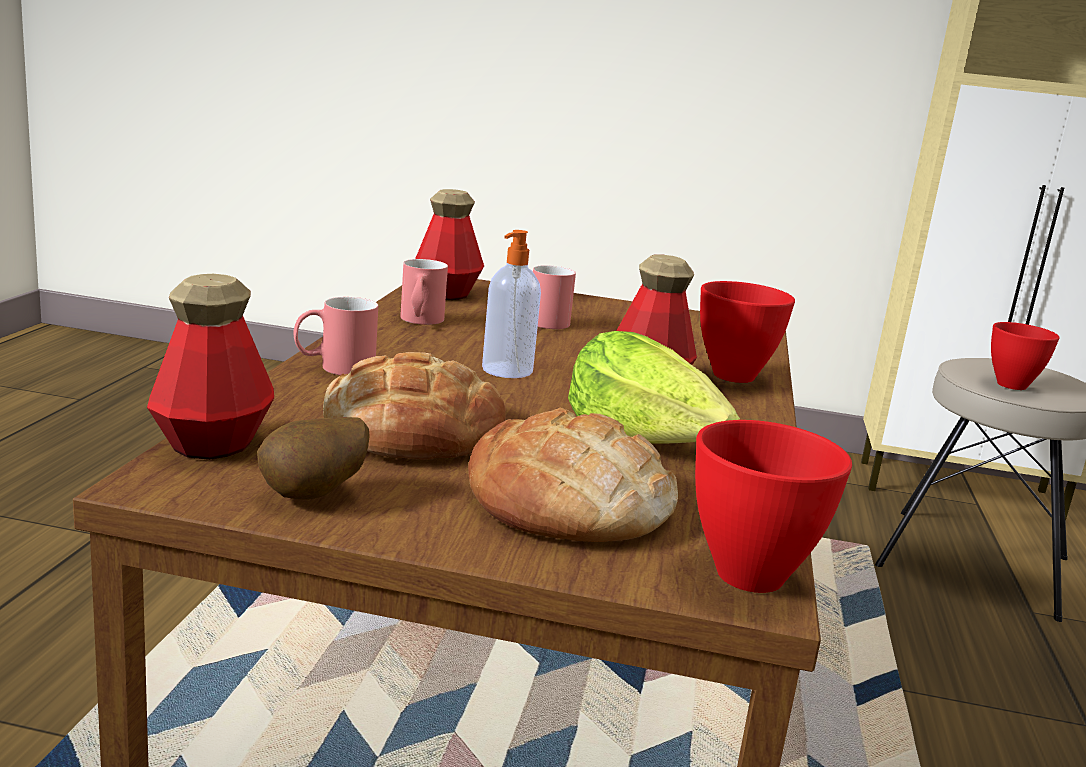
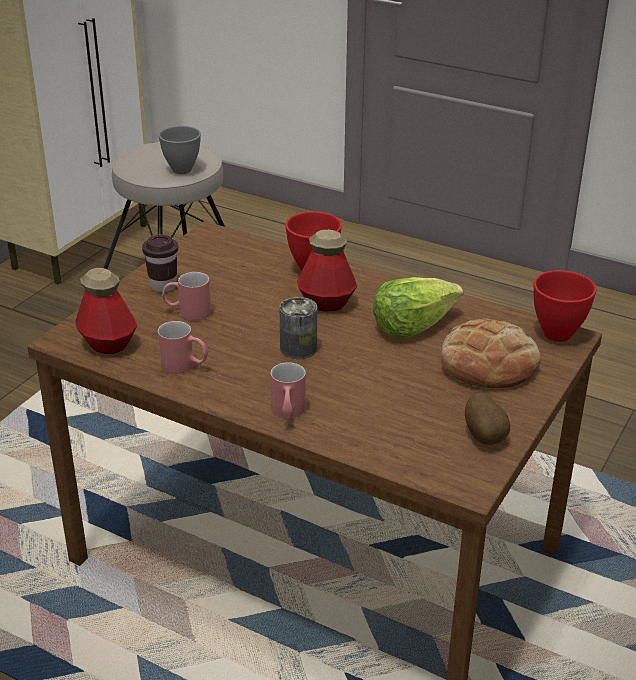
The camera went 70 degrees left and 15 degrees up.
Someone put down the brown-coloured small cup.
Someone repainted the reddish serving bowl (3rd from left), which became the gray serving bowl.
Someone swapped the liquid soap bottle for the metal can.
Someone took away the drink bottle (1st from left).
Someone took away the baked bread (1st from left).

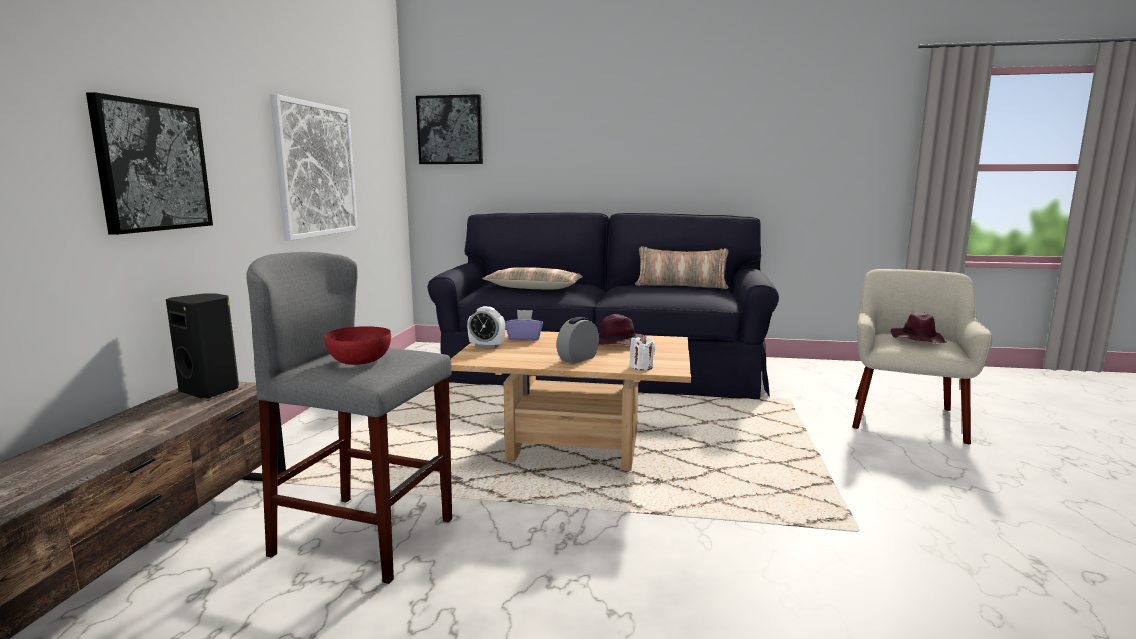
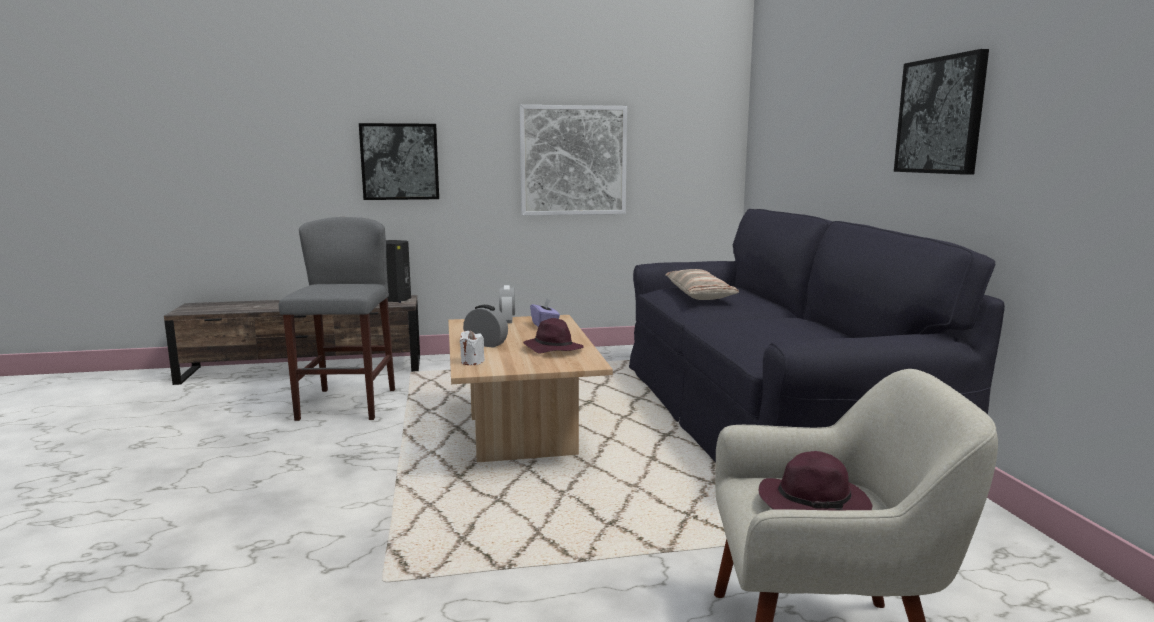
The camera went 70 degrees right and 0 degrees up.
Someone carried the wall picture (3rd from left).
Someone took away the reddish serving bowl.
Someone took away the pillow (2nd from left).

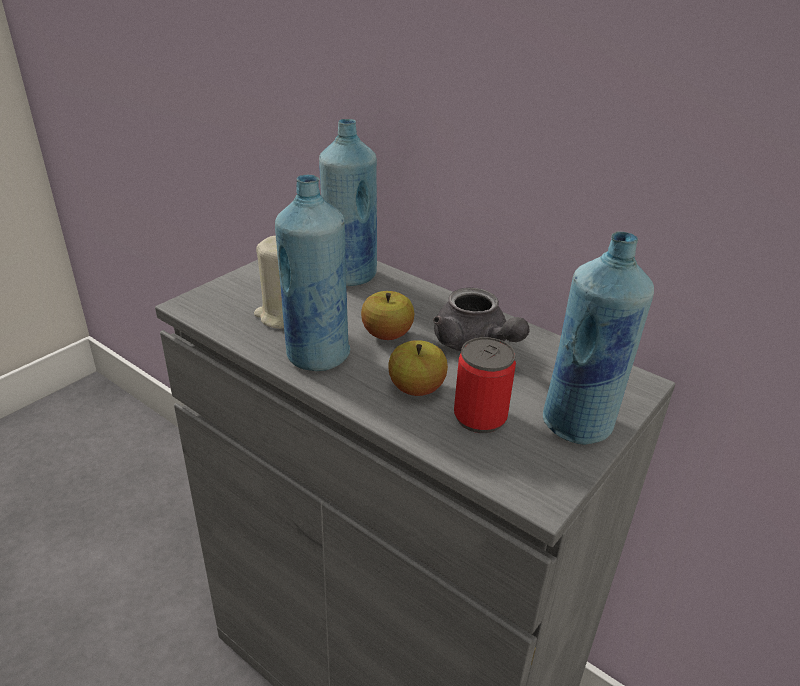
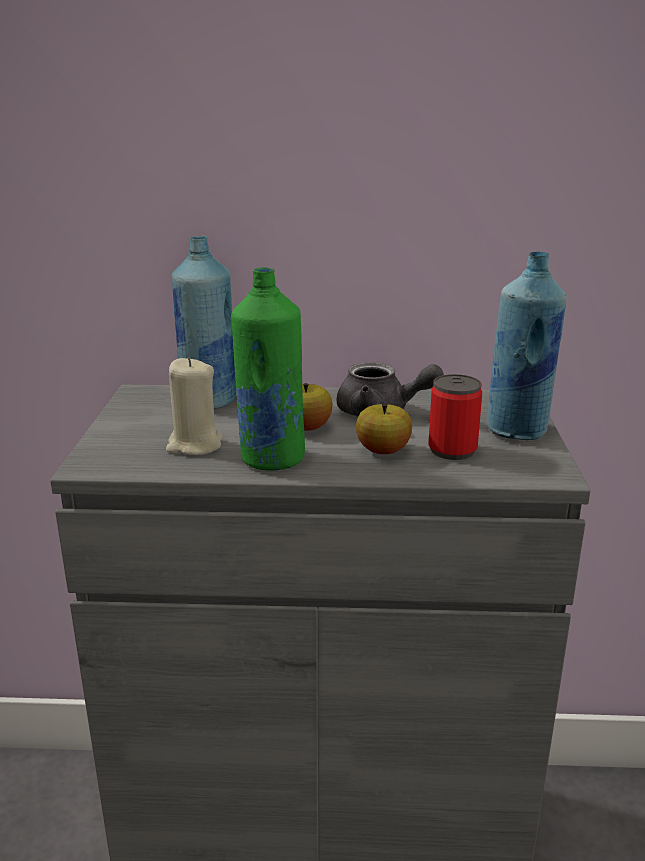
The camera went 35 degrees left and 10 degrees down.
Someone repainted the blue-coloured drink bottle (1st from left), which became the green drink bottle.

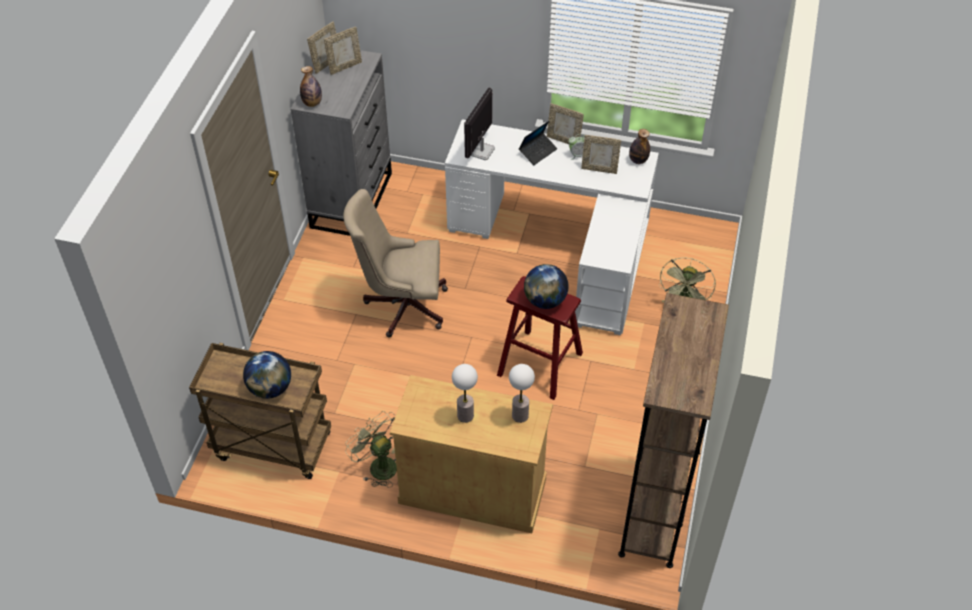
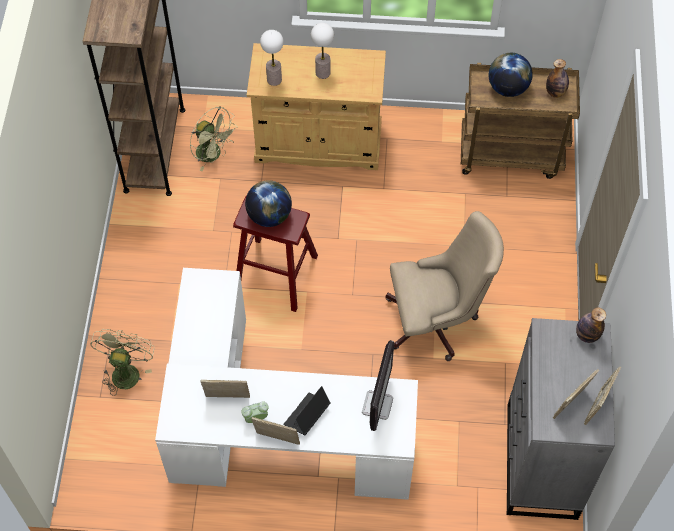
The camera went 170 degrees right and 10 degrees up.
Someone carried the green fan (1st from left in the first image).
Someone carried the drink bottle (2nd from left in the first image).

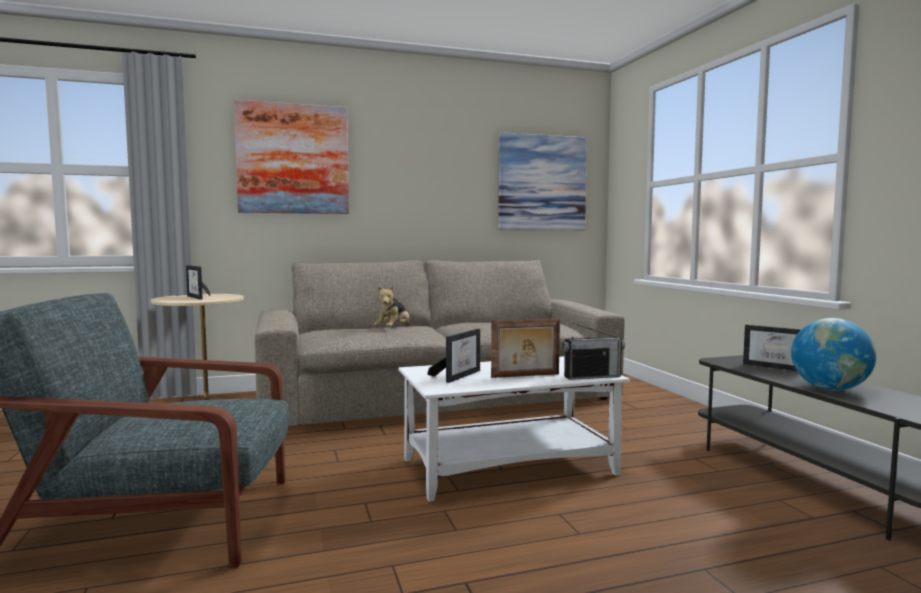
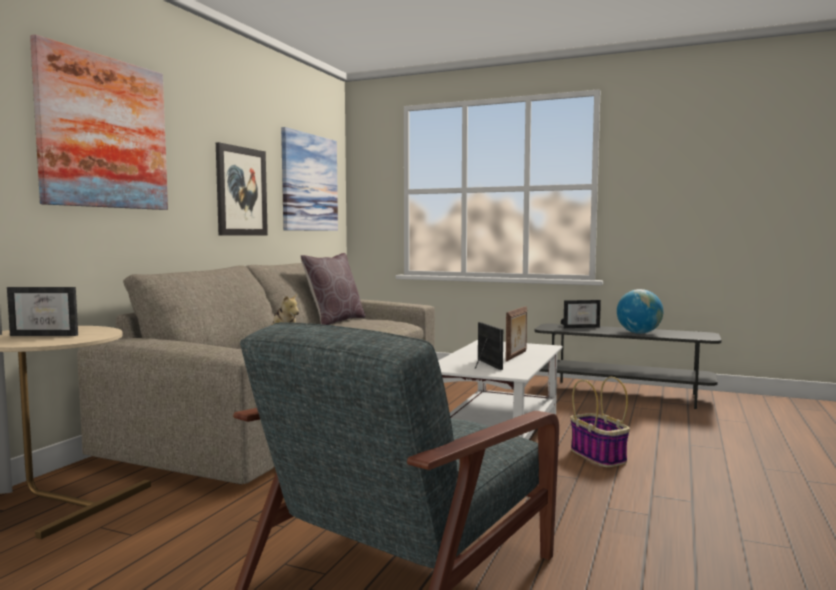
The camera went 50 degrees left and 0 degrees up.
Someone put up the wall picture (2nd from left).
Someone put down the brown-coloured pillow.
Someone put down the household basket.
Someone took away the radio.

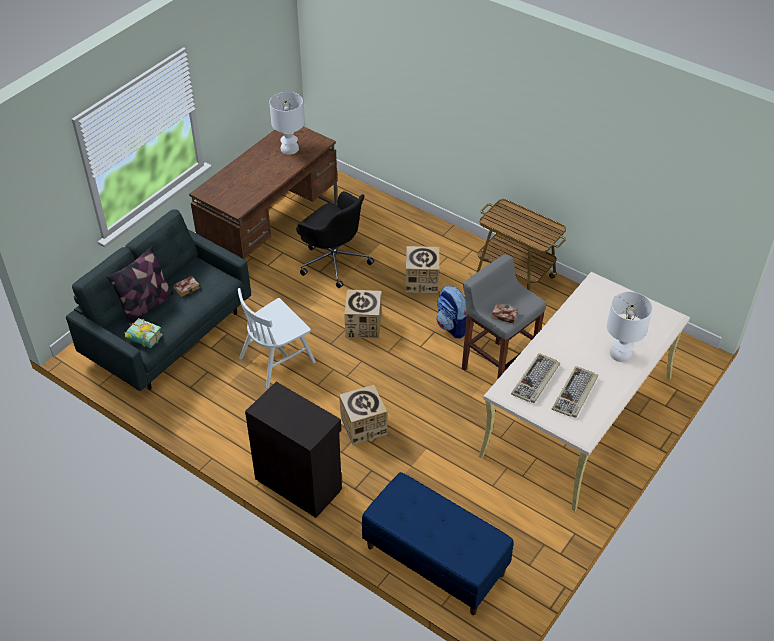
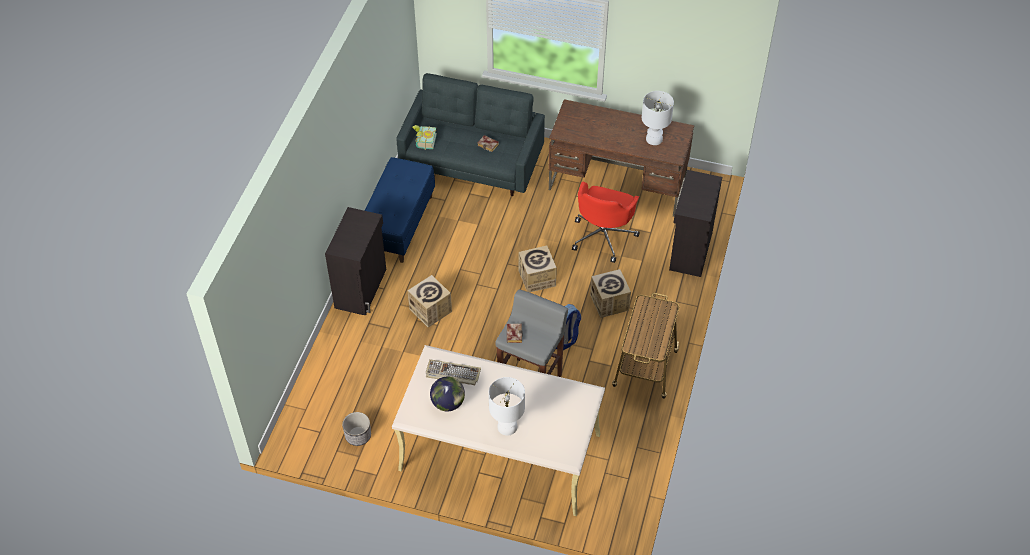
The camera went 70 degrees right and 5 degrees up.
Someone put down the flower pot.
Someone carried the blue-coloured long seat.
Someone swapped the keyboard (2nd from left) for the world globe.
Someone repainted the black-coloured office chair, which became the reddish office chair.
Someone put down the black-coloured cabinet (2nd from left).
Someone took away the pillow.
Someone took away the whitish chair.

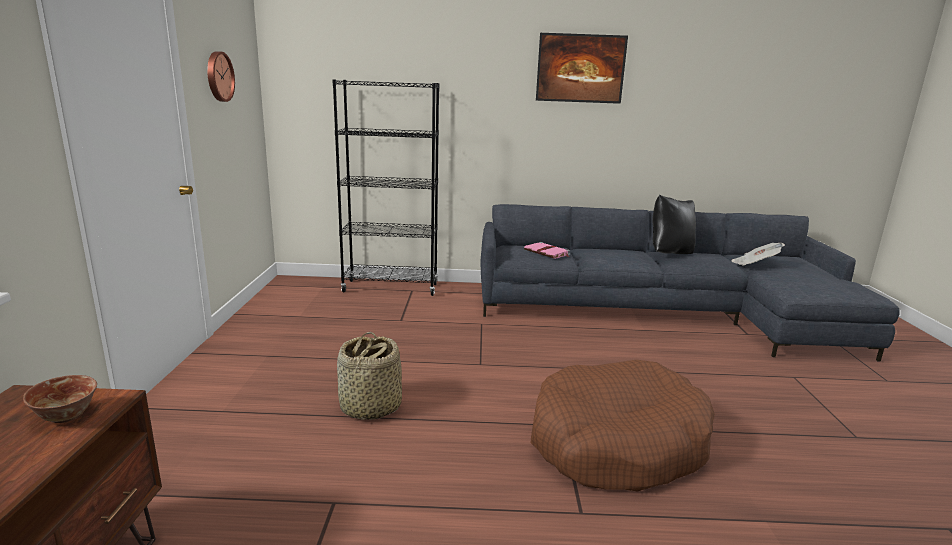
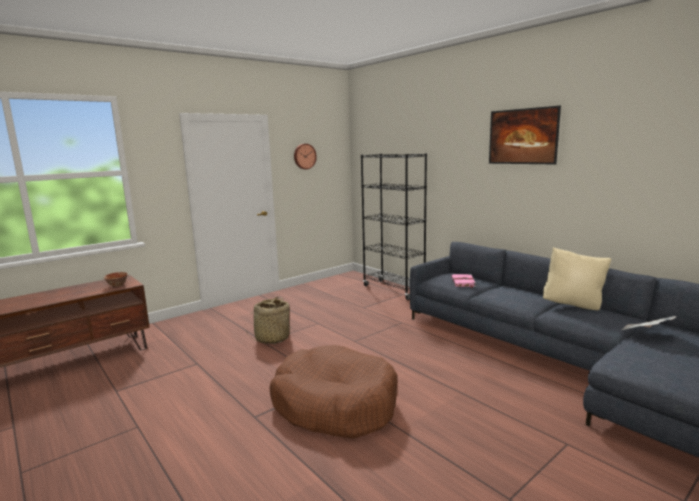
The camera went 50 degrees right and 5 degrees down.
Someone repainted the black-coloured pillow, which became the beige-coloured pillow.

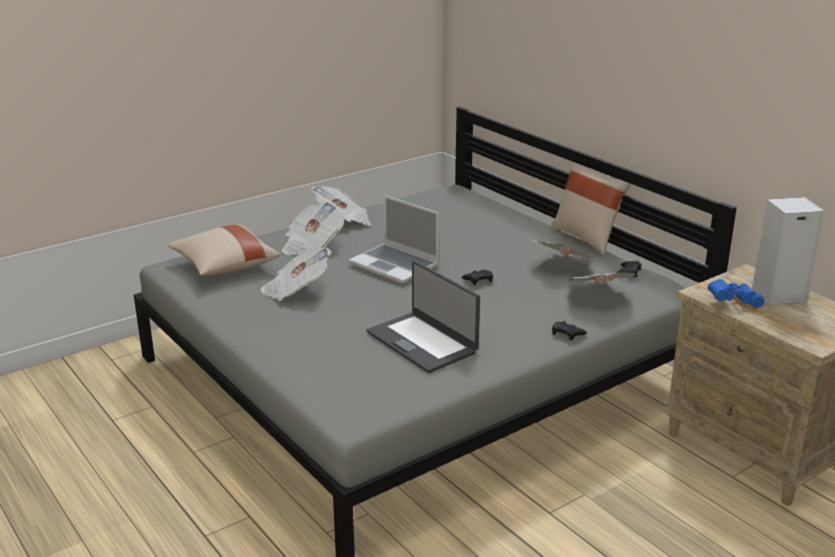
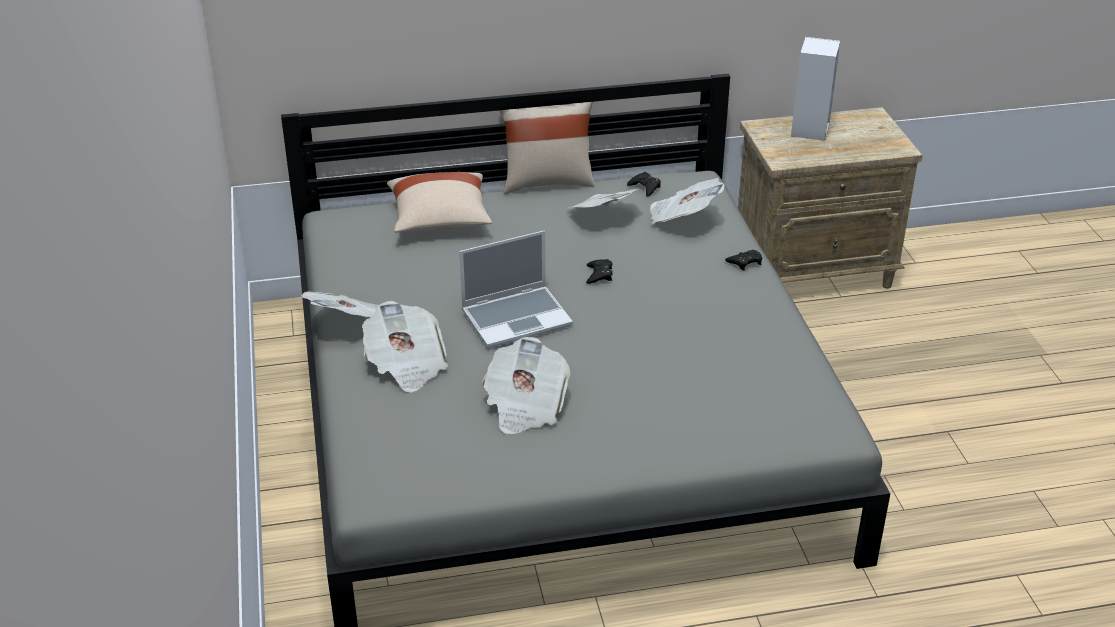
The camera went 65 degrees left and 10 degrees up.
Someone carried the beige-coloured pillow (1st from left).
Someone took away the notebook computer (2nd from left).
Someone took away the blue-coloured pair of binoculars.

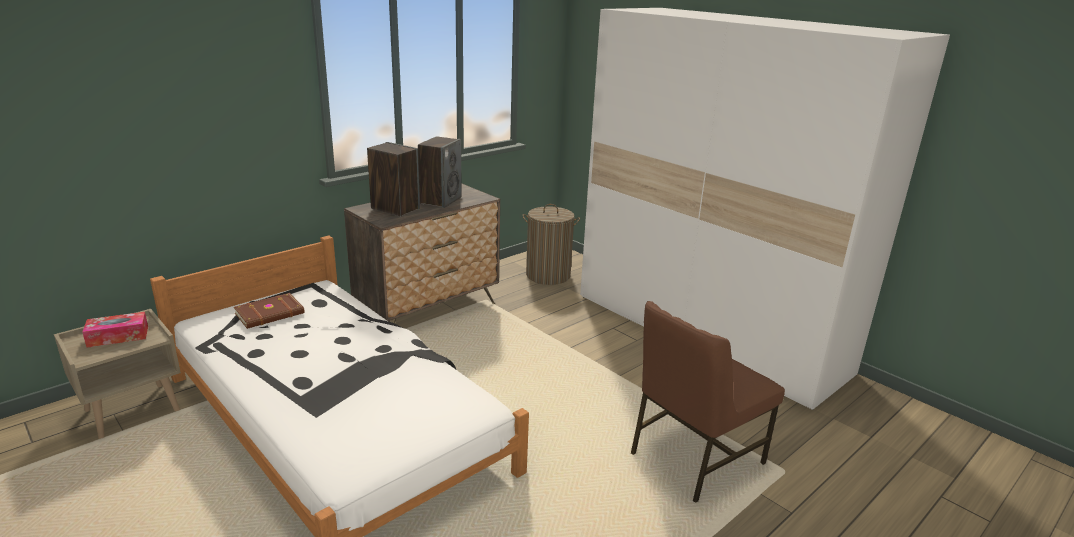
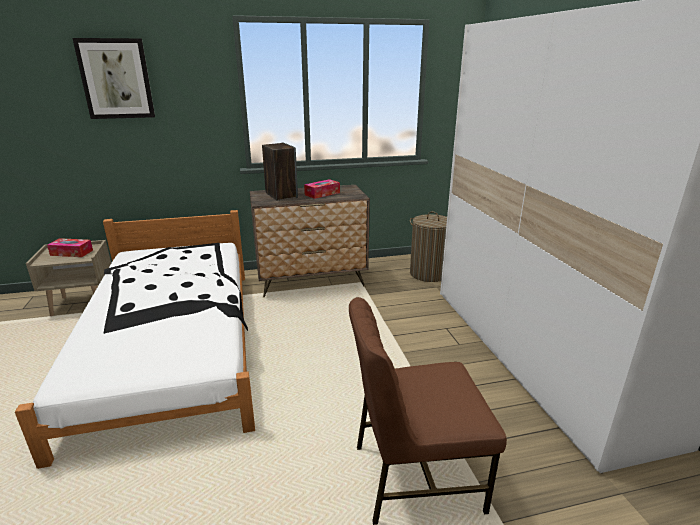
The camera went 30 degrees right and 0 degrees up.
Someone put up the wall picture.
Someone swapped the loudspeaker (2nd from left) for the box of tissues (2nd from left).
Someone took away the brown-coloured book.

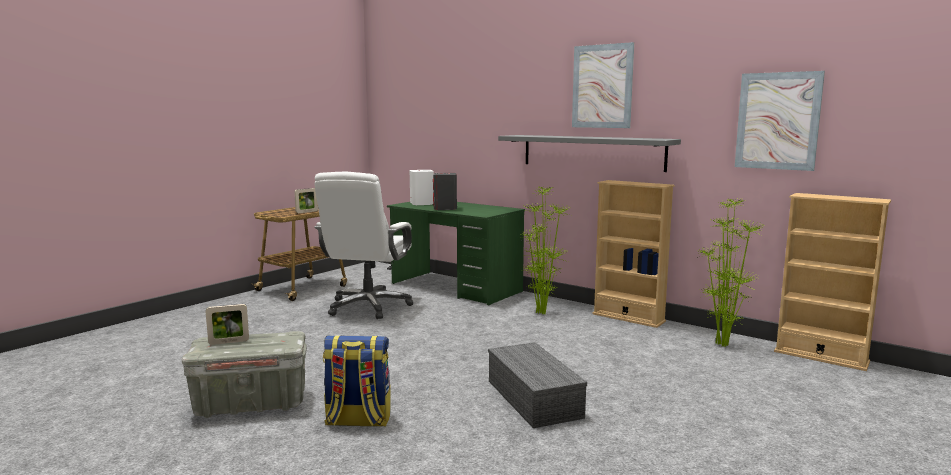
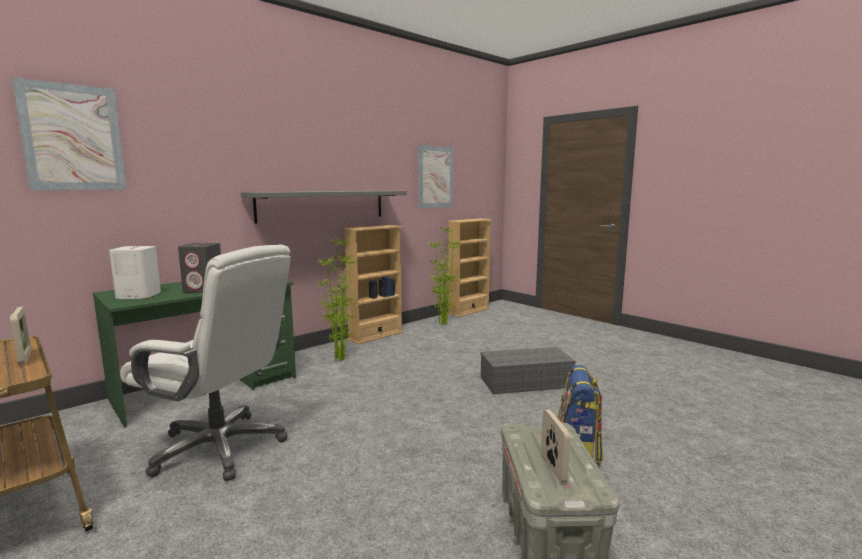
The camera went 80 degrees left and 0 degrees up.
Someone carried the wall picture (1st from left).

